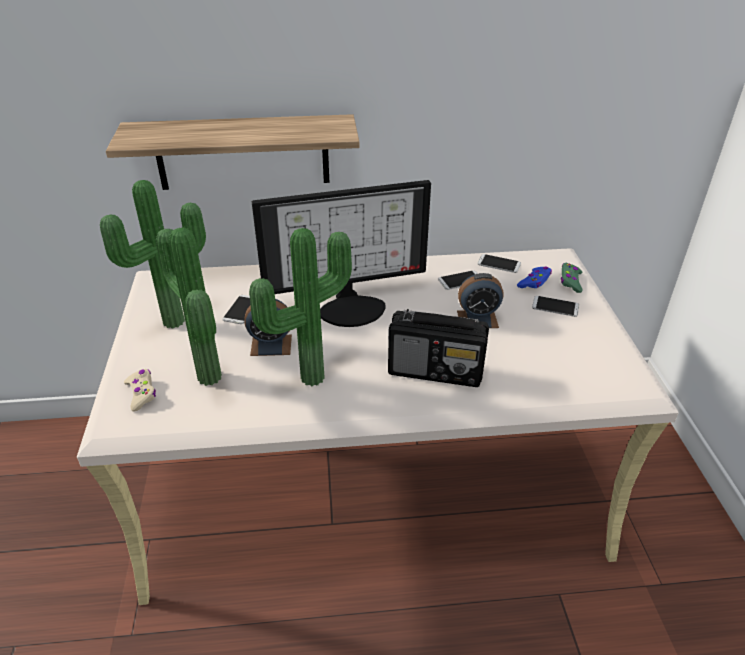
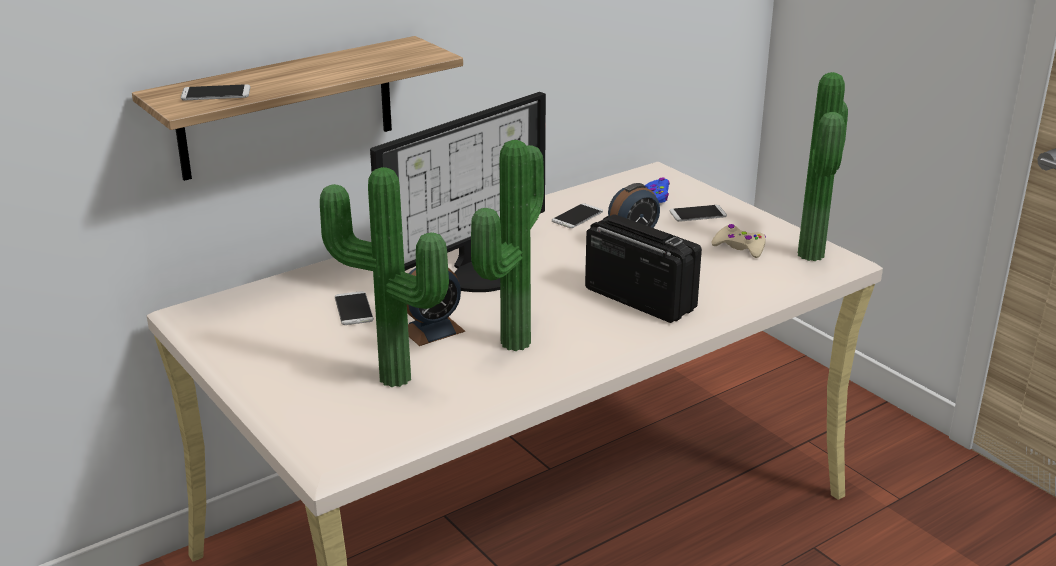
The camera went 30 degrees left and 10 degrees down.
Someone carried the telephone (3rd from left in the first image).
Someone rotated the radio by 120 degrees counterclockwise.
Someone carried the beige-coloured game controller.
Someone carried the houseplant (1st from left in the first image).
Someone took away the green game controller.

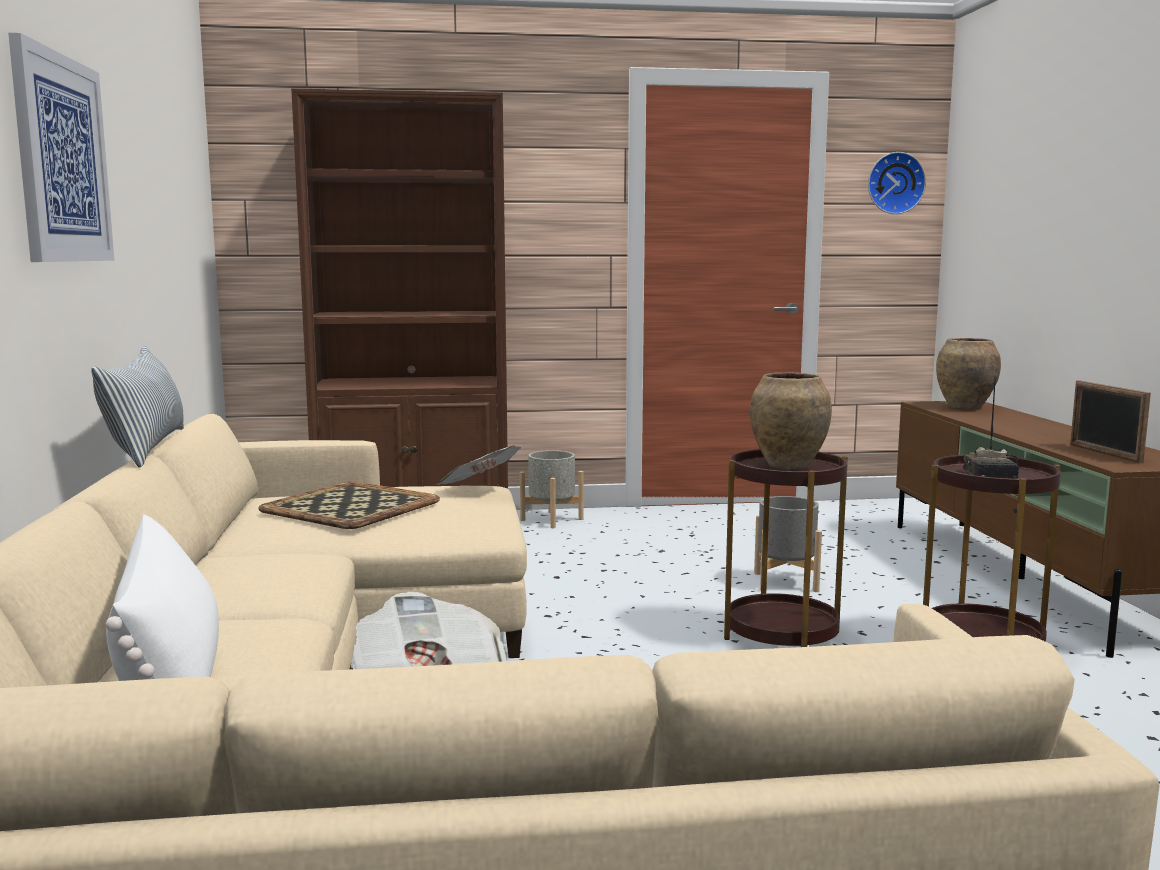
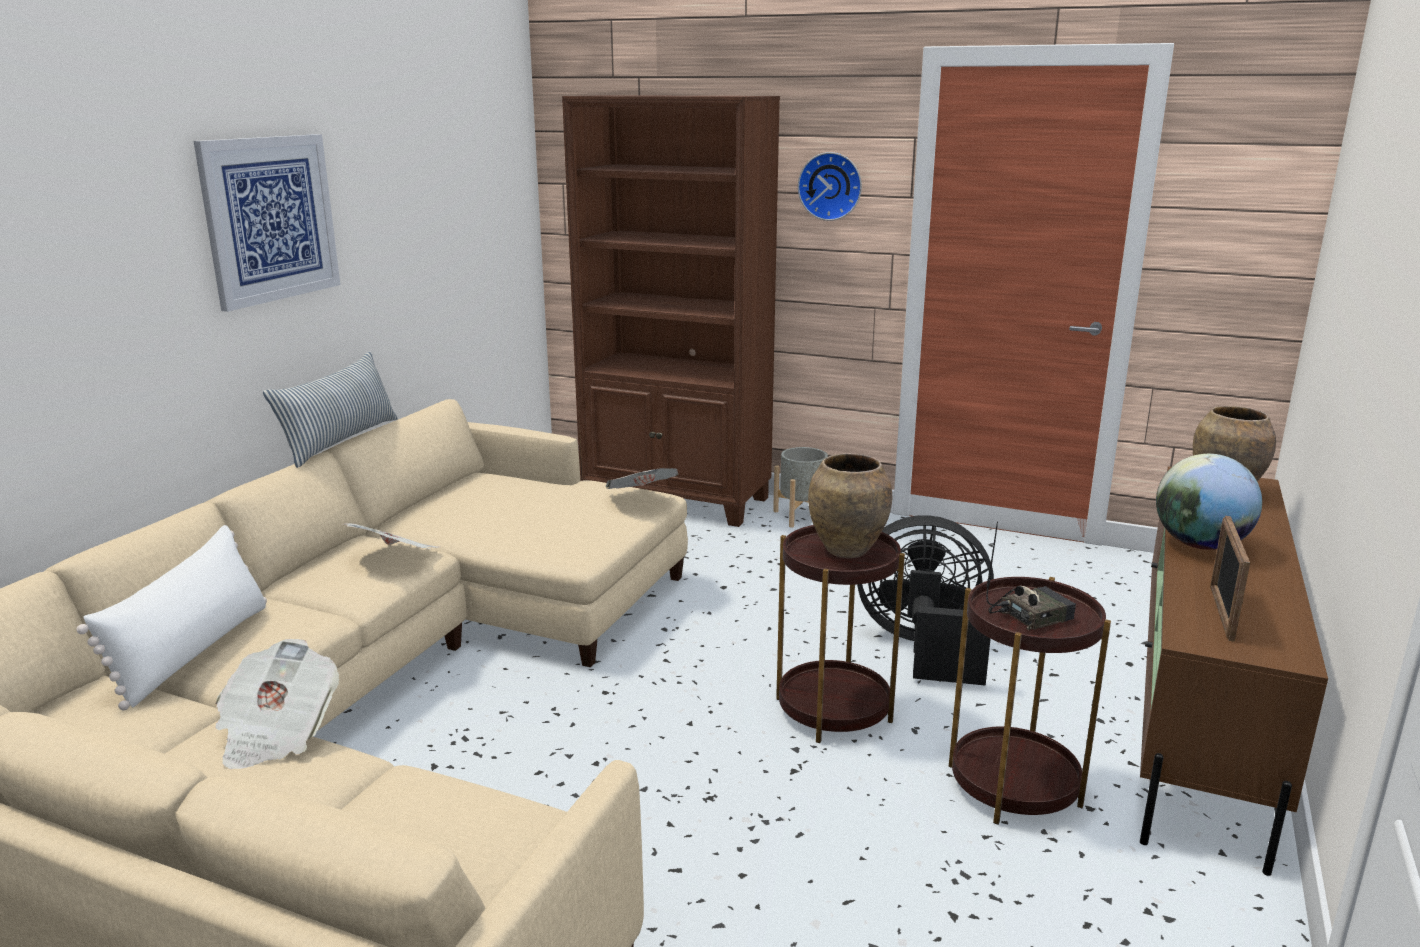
The camera went 30 degrees right and 10 degrees up.
Someone put down the daily paper (2nd from left).
Someone carried the wall clock.
Someone swapped the gray flower pot (2nd from left) for the black-coloured fan.
Someone rotated the radio by 150 degrees counterclockwise.
Someone put down the world globe.
Someone took away the serving tray.

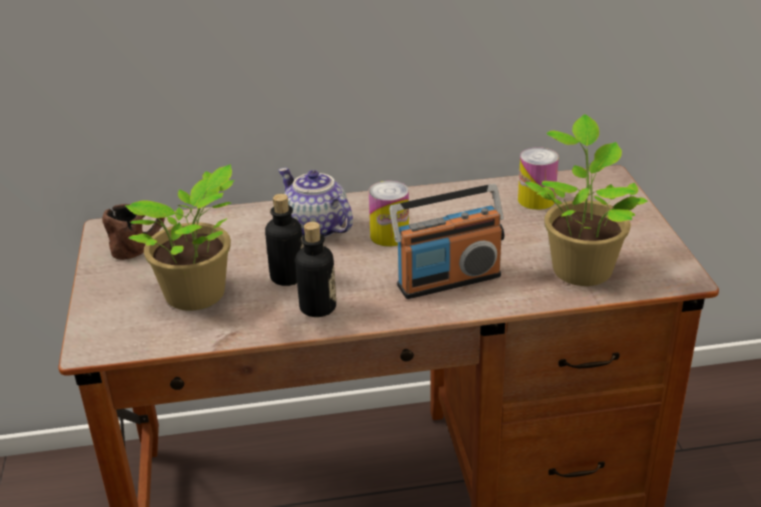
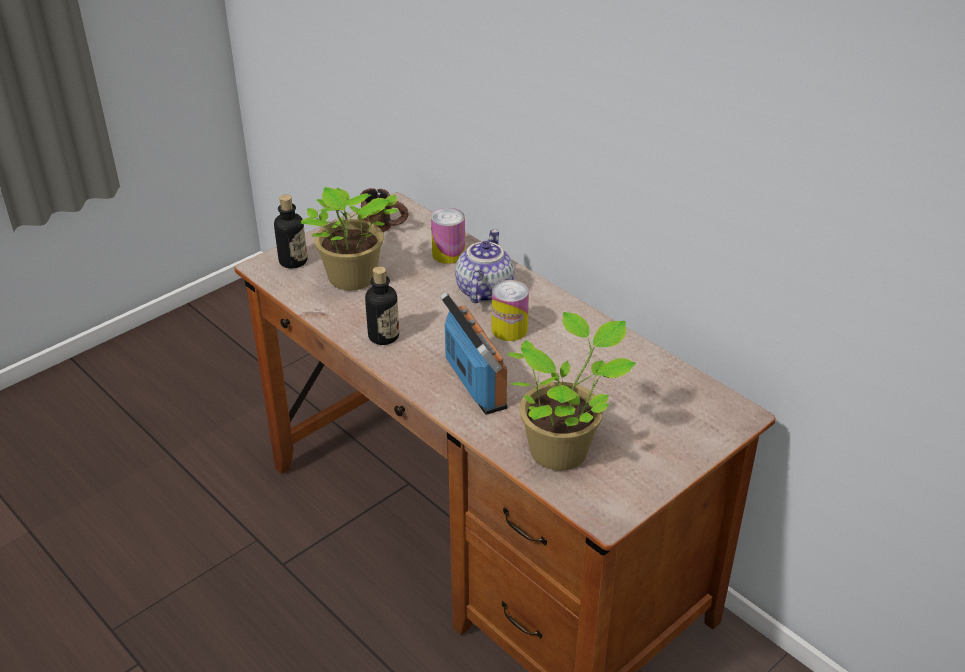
The camera went 55 degrees right and 5 degrees up.
Someone carried the drink bottle (1st from left).
Someone carried the metal can (2nd from left in the first image).
Someone rotated the radio by 150 degrees counterclockwise.

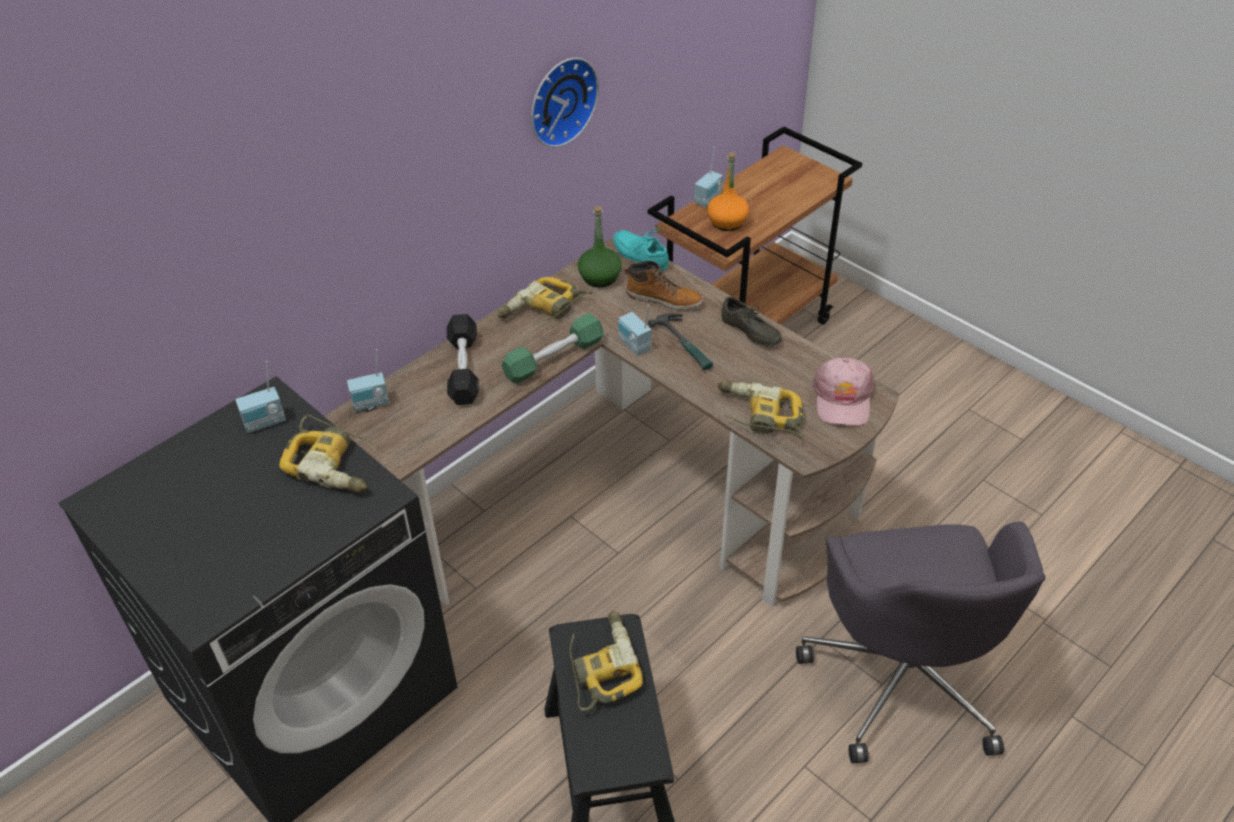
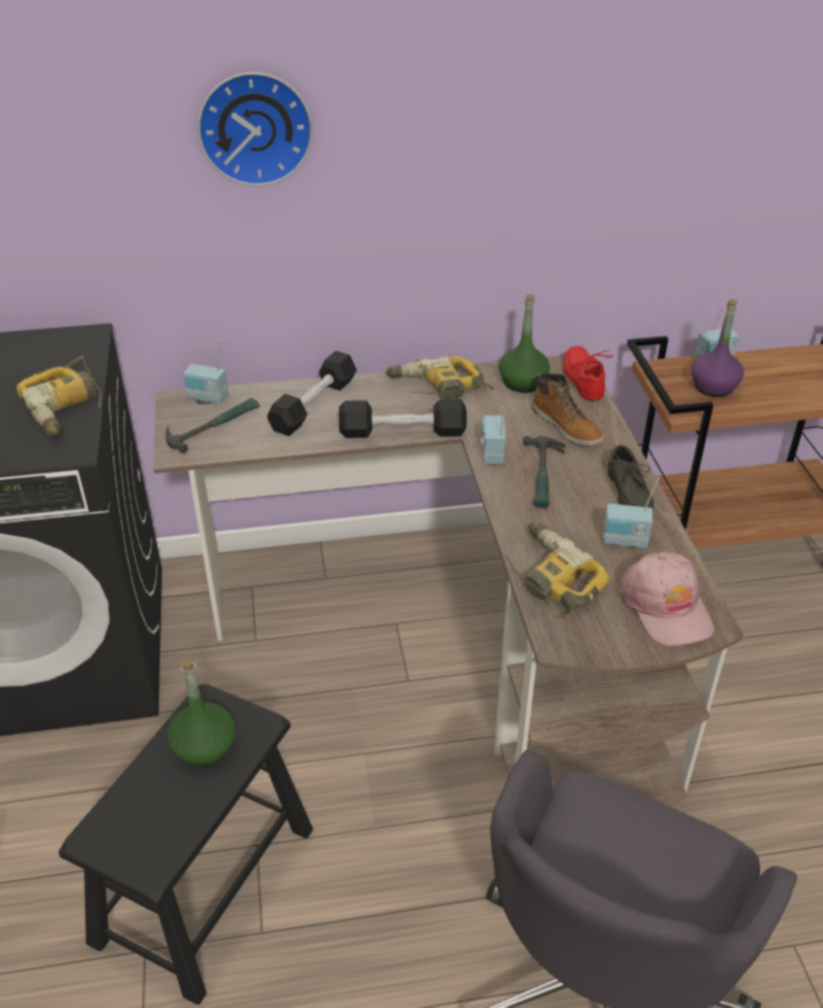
The camera went 35 degrees right and 5 degrees down.
Someone put down the tool hammer (1st from left).
Someone swapped the electric drill (3rd from left) for the green drink bottle (1st from left).
Someone carried the wall clock.
Someone repainted the green dumbbell, which became the black-coloured dumbbell (2nd from left).
Someone repainted the turquoise shoe, which became the reddish shoe.
Someone carried the radio (1st from left in the first image).
Someone rotated the pink peaked cap by 60 degrees counterclockwise.
Someone repainted the orange drink bottle, which became the purple-coloured drink bottle.

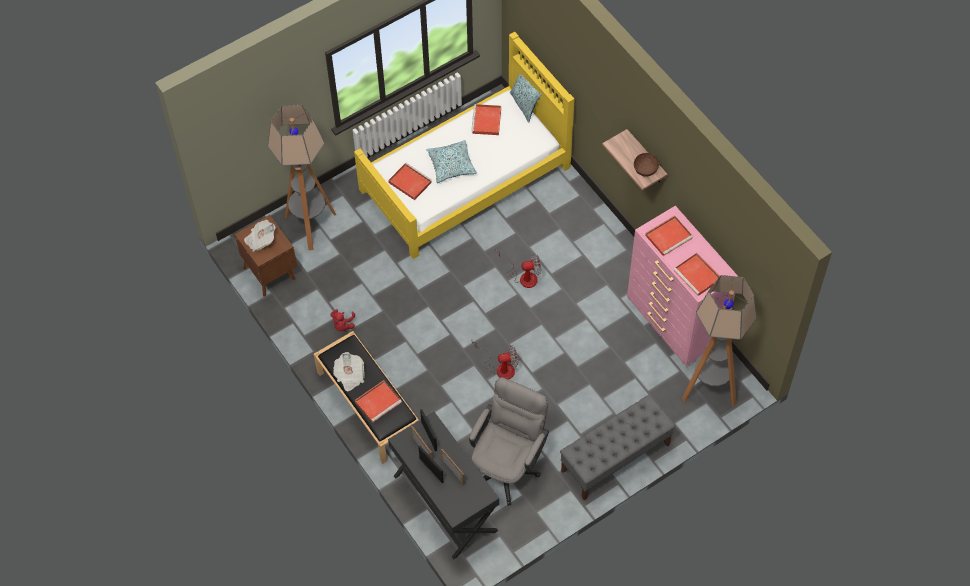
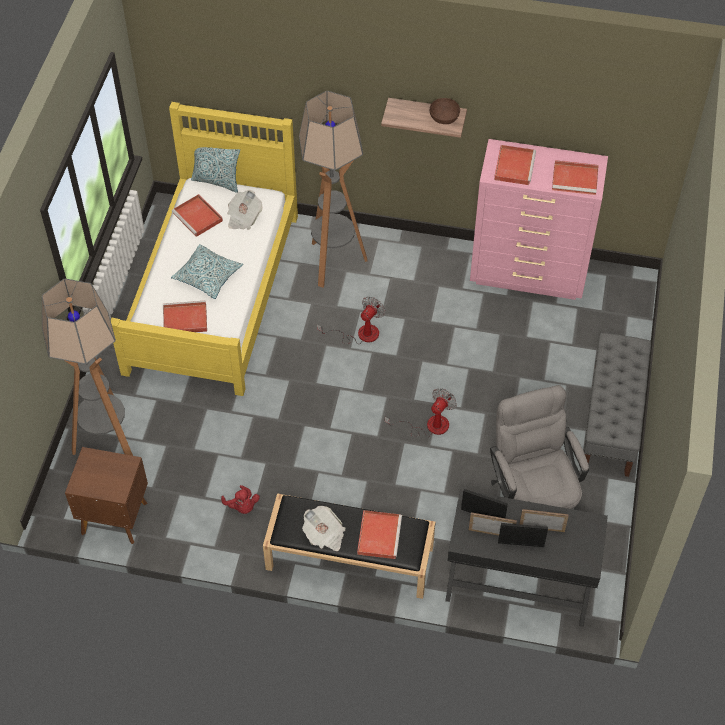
The camera went 45 degrees left and 5 degrees down.
Someone carried the daily paper (1st from left).
Someone carried the standing lamp (2nd from left).

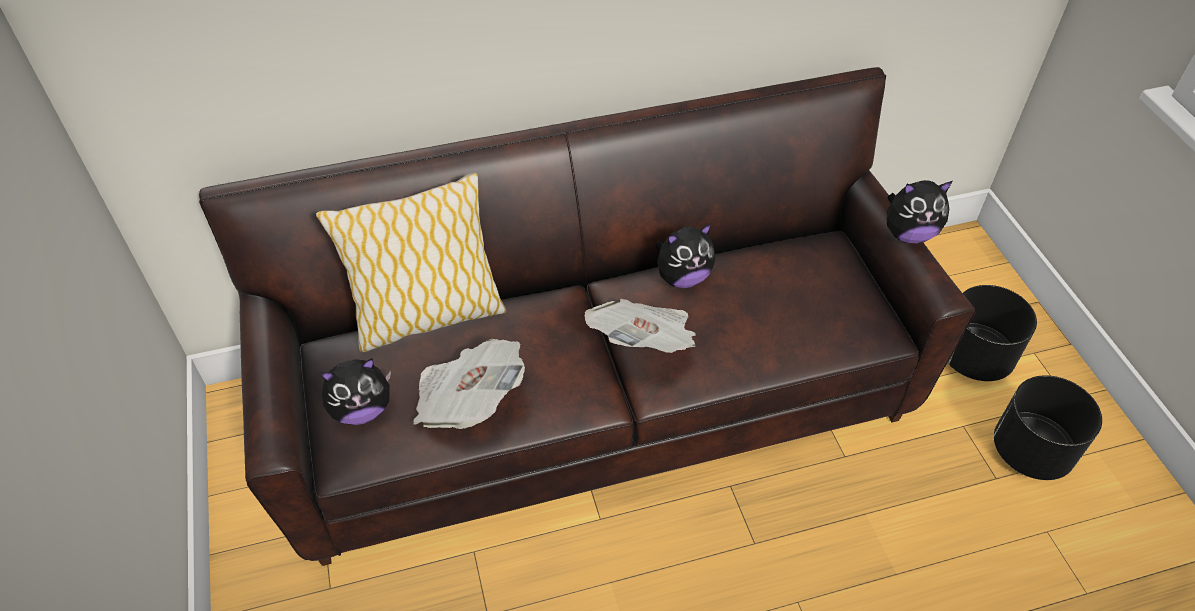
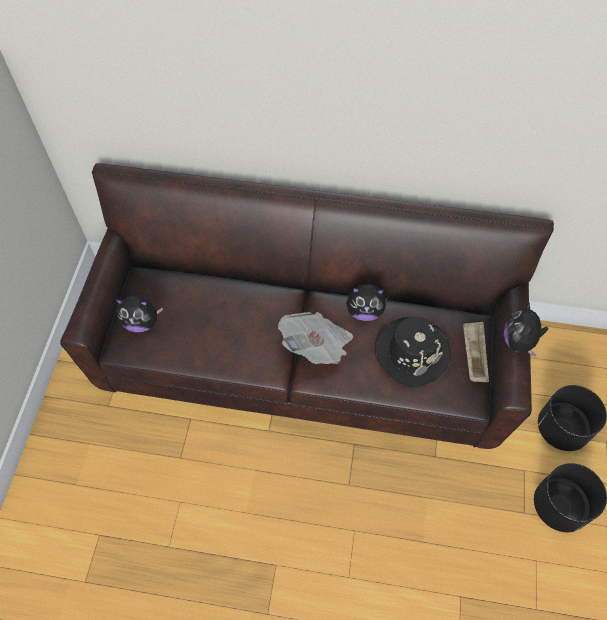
The camera went 25 degrees right and 10 degrees up.
Someone put down the black-coloured wearable hat.
Someone put down the beige-coloured serving tray.
Someone rotated the soft toy (3rd from left) by 75 degrees clockwise.
Someone took away the pillow.
Someone took away the daily paper (1st from left).

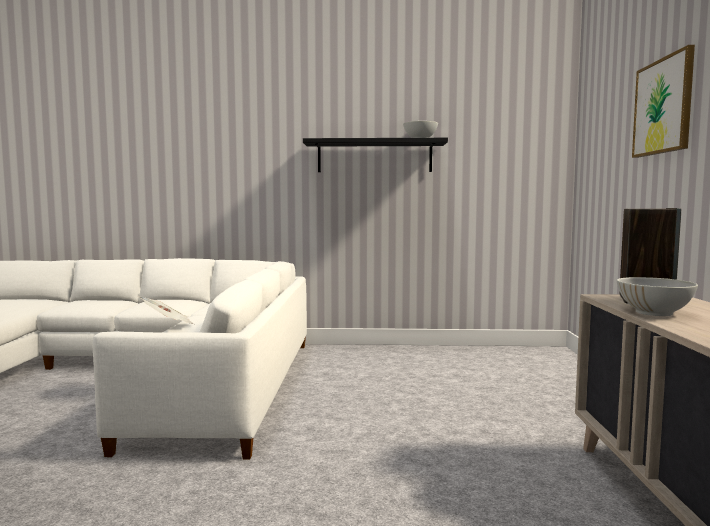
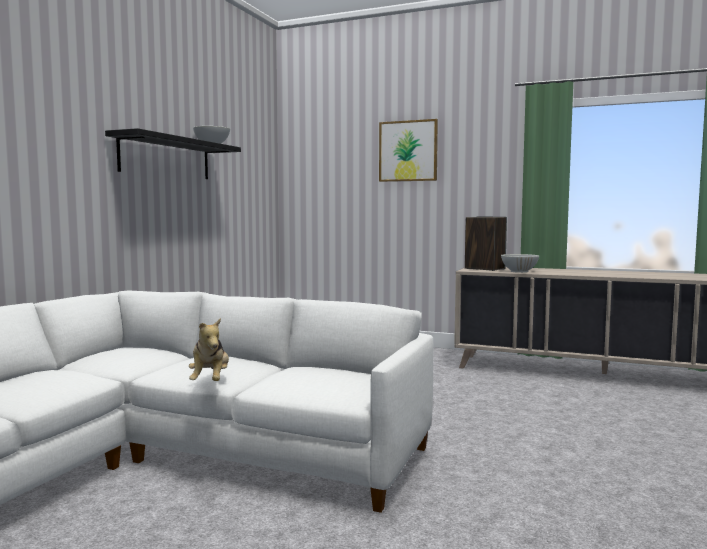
The camera went 70 degrees left and 0 degrees up.
Someone swapped the daily paper for the soft toy.

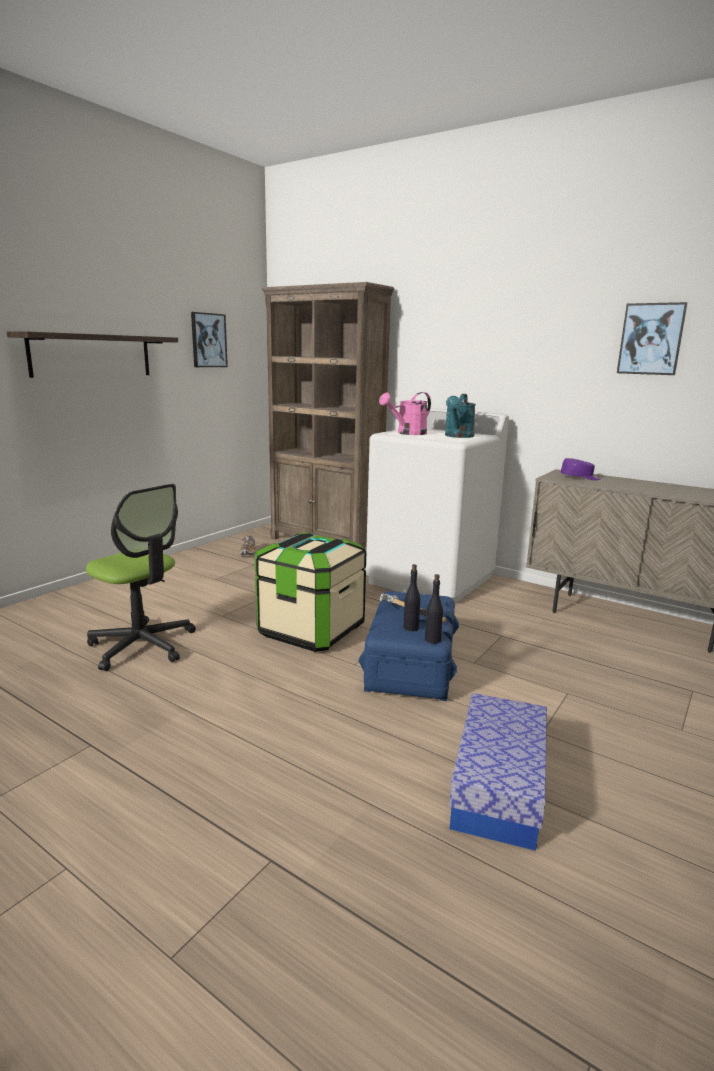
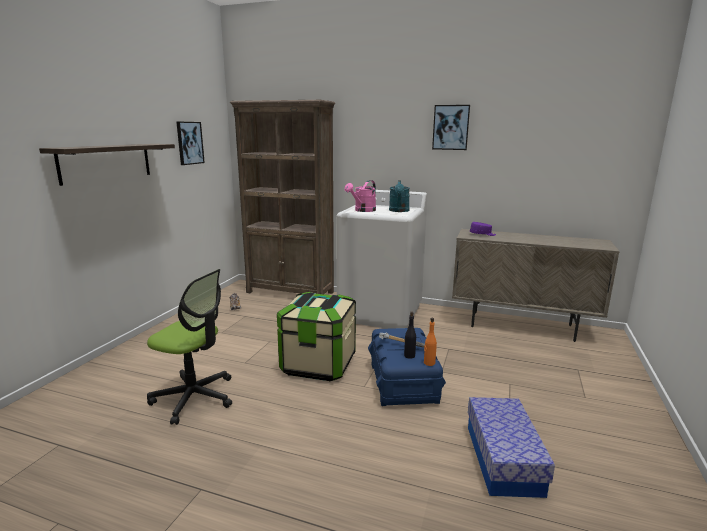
The camera went 15 degrees left and 0 degrees up.
Someone repainted the black-coloured drink bottle (2nd from left), which became the orange drink bottle.
Someone carried the wall picture (2nd from left).

